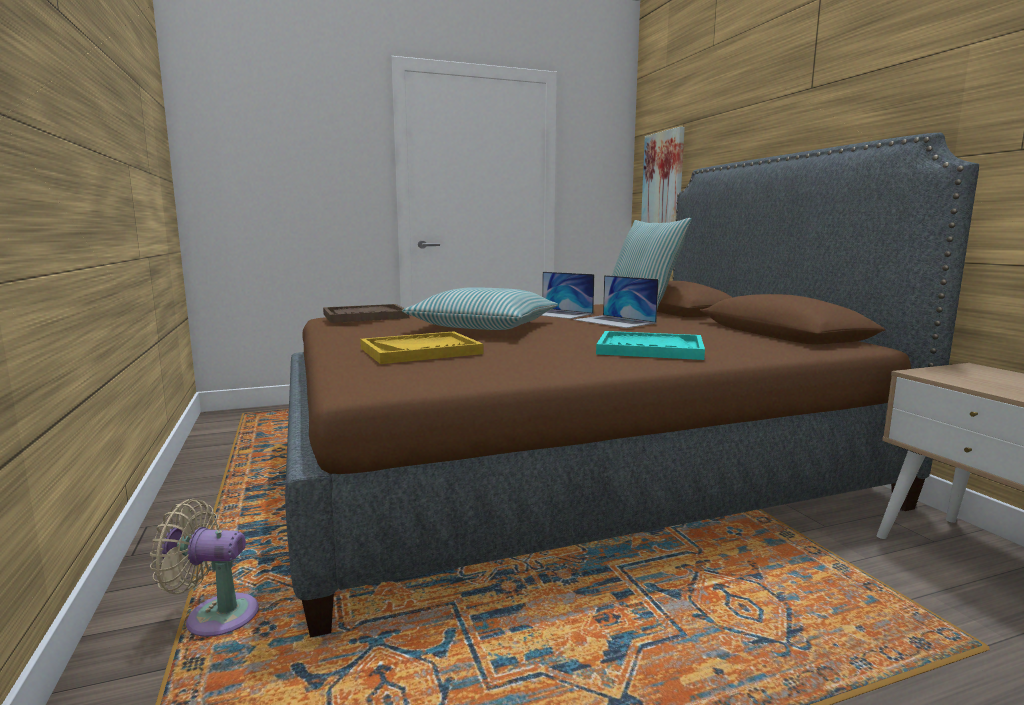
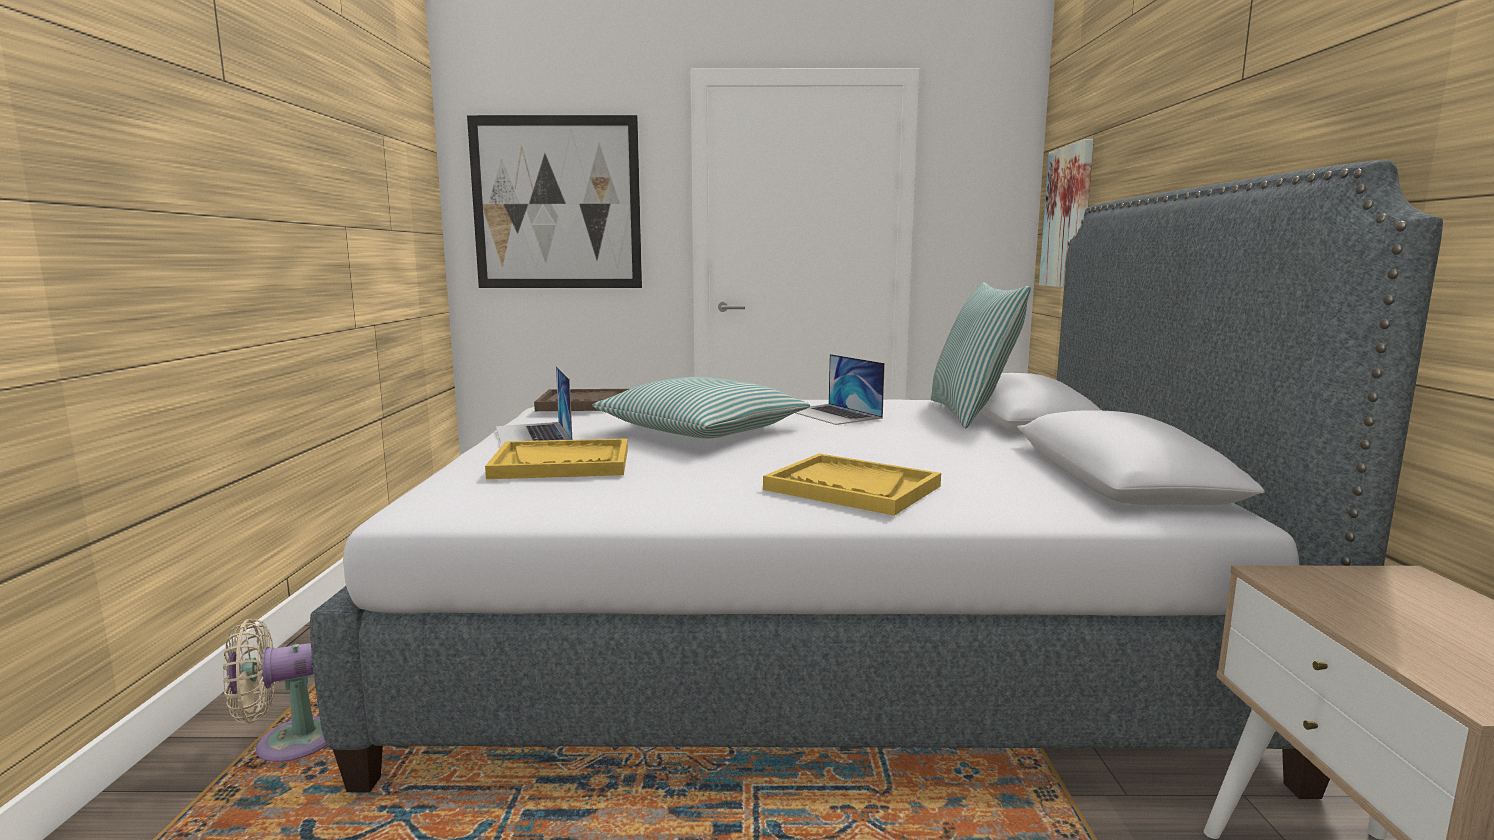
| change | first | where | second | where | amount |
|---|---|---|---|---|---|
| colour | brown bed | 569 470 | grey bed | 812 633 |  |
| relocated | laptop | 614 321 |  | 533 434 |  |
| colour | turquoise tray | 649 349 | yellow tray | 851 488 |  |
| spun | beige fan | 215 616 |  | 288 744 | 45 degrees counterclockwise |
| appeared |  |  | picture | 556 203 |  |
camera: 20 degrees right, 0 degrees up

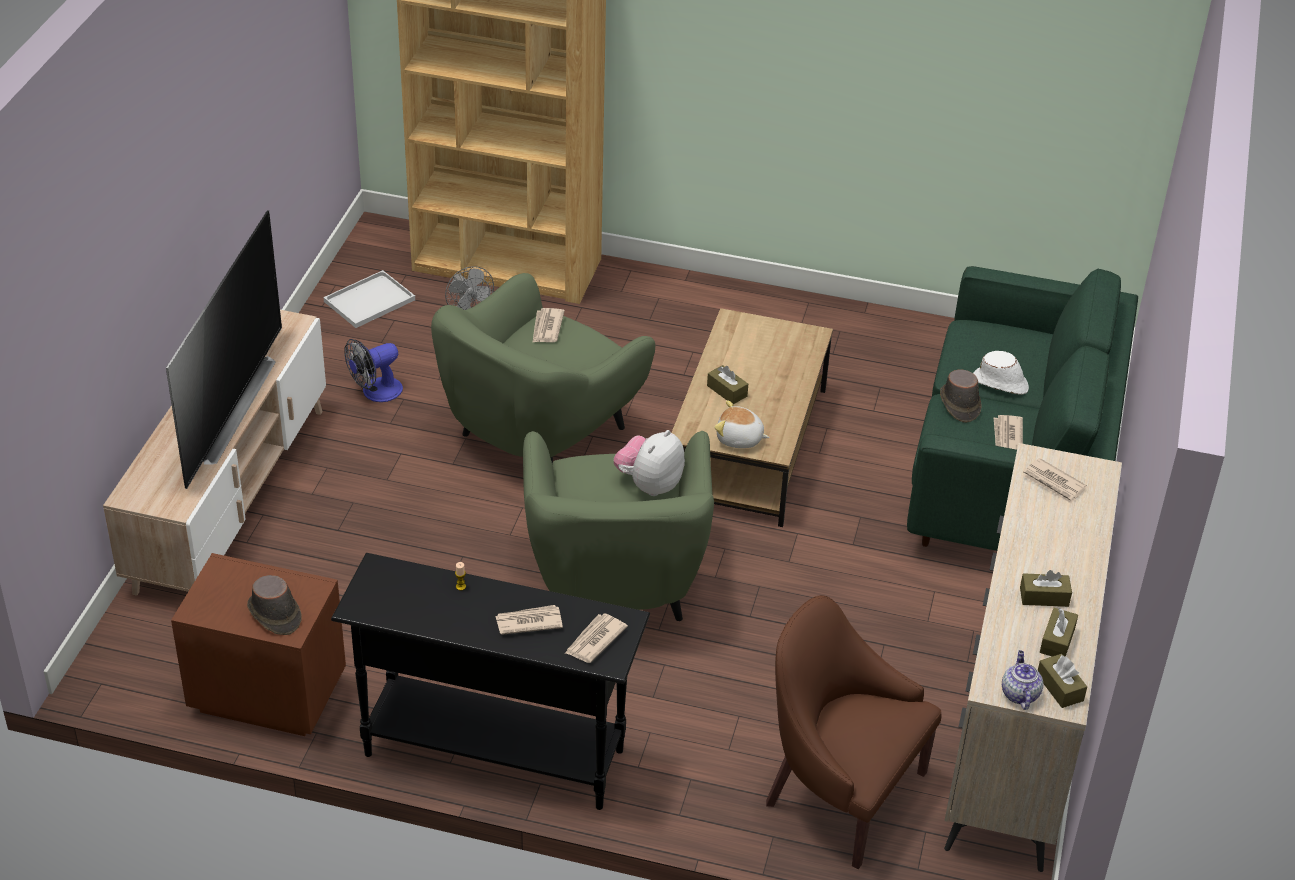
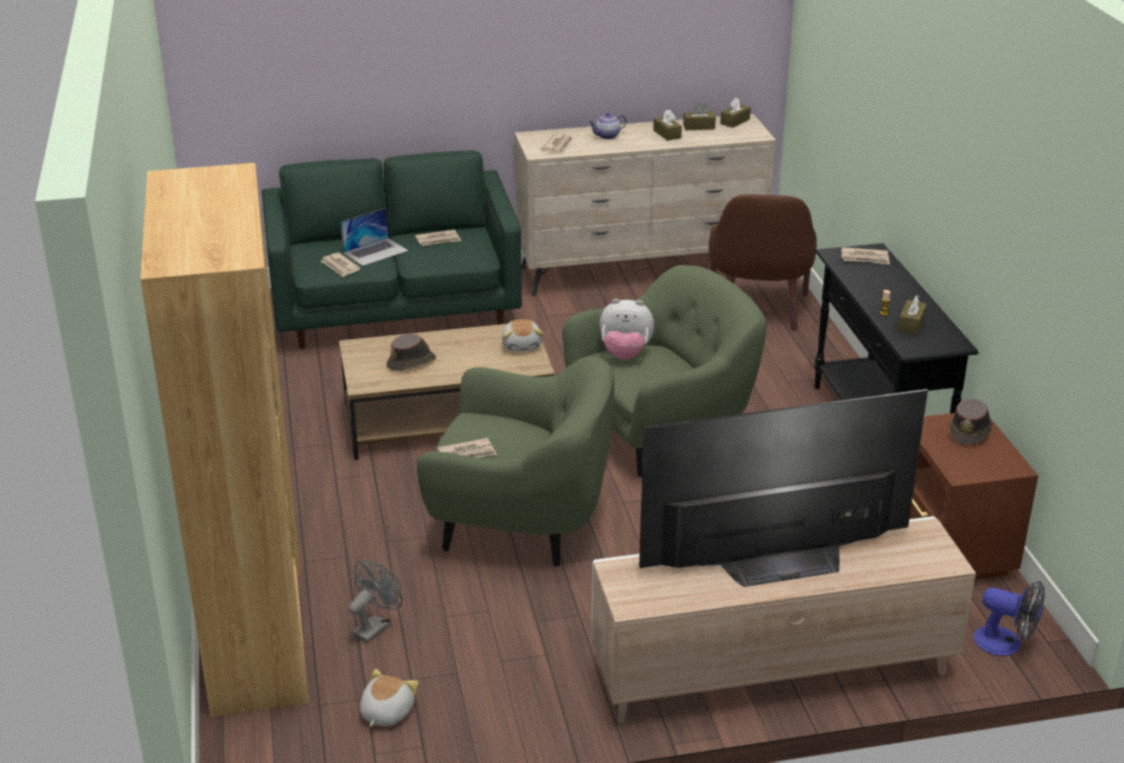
| change | first | where | second | where | amount |
|---|---|---|---|---|---|
| exchanged | white tray | 370 299 | plush toy | 385 713 |  |
| relocated | fan | 375 392 |  | 1006 644 |  |
| exchanged | white hat | 1000 383 | laptop | 375 251 |  |
| relocated | brown tissue box | 727 391 |  | 911 324 |  |
| relocated | brown hat | 959 404 |  | 412 363 |  |
| relocated | newspaper | 528 622 |  | 340 267 |  |
| relocated | teapot | 1019 694 |  | 607 136 |  |
camera: 115 degrees left, 10 degrees down

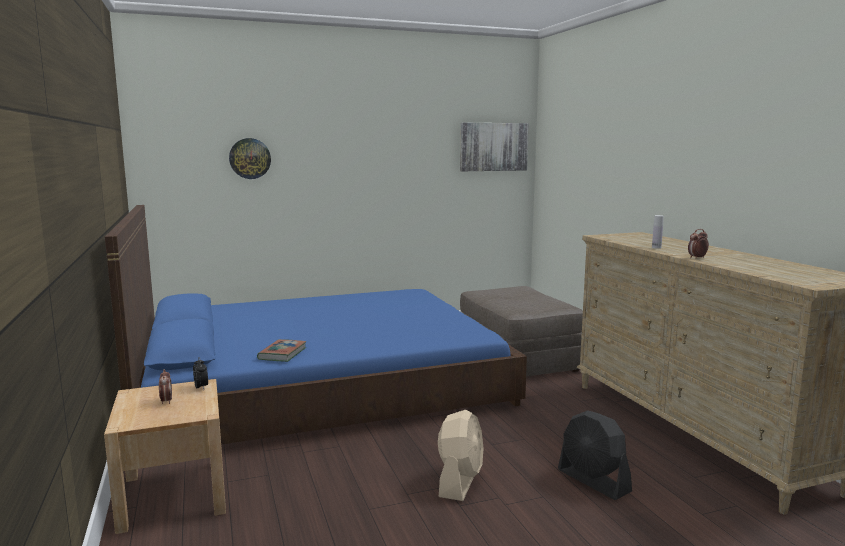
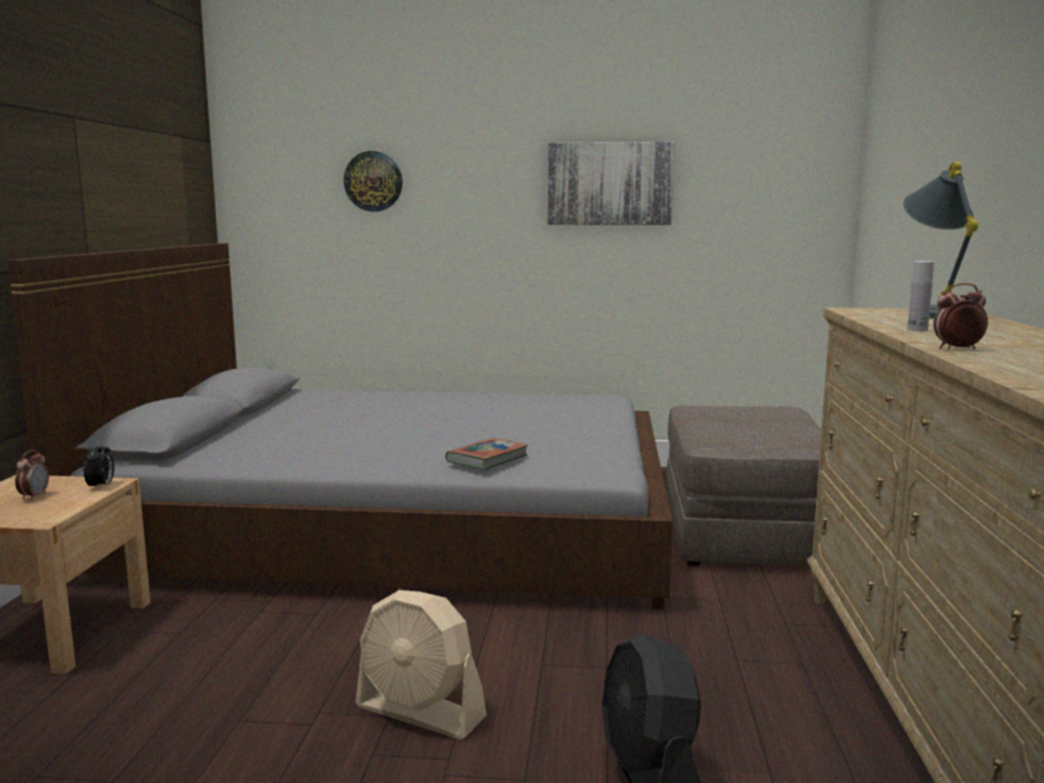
| change | first | where | second | where | amount |
|---|---|---|---|---|---|
| relocated | picture | 493 147 |  | 610 184 |  |
| colour | blue bed | 319 383 | grey bed | 398 519 |  |
| relocated | book | 282 354 |  | 487 459 |  |
| spun | beige fan | 460 481 |  | 420 712 | 75 degrees clockwise |
| appeared |  |  | grey table lamp | 935 314 |  |
camera: 25 degrees right, 0 degrees up

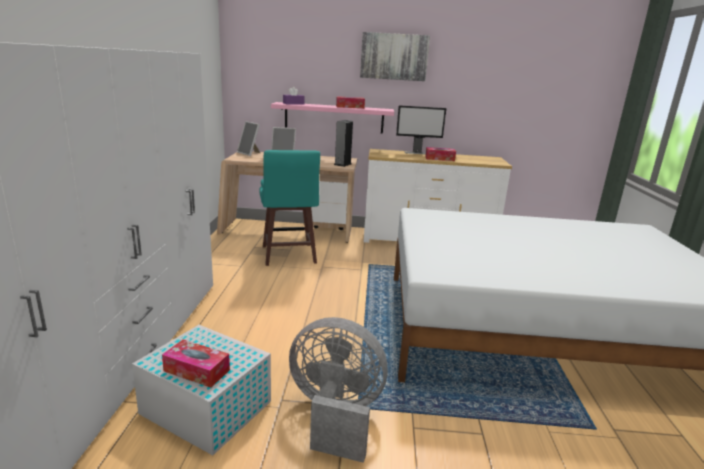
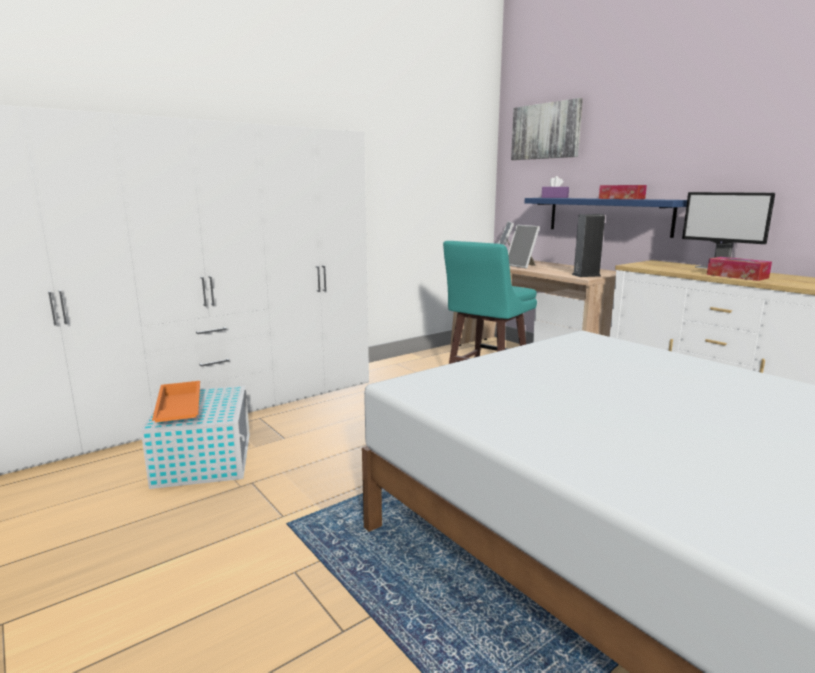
| change | first | where | second | where | amount |
|---|---|---|---|---|---|
| relocated | picture | 394 56 |  | 546 131 |  |
| colour | pink shelf | 334 118 | blue shelf | 608 216 |  |
| missing | grey fan | 335 415 |  |  |  |
| exchanged | tissue box | 197 370 | orange tray | 178 410 |  |
camera: 50 degrees right, 5 degrees down

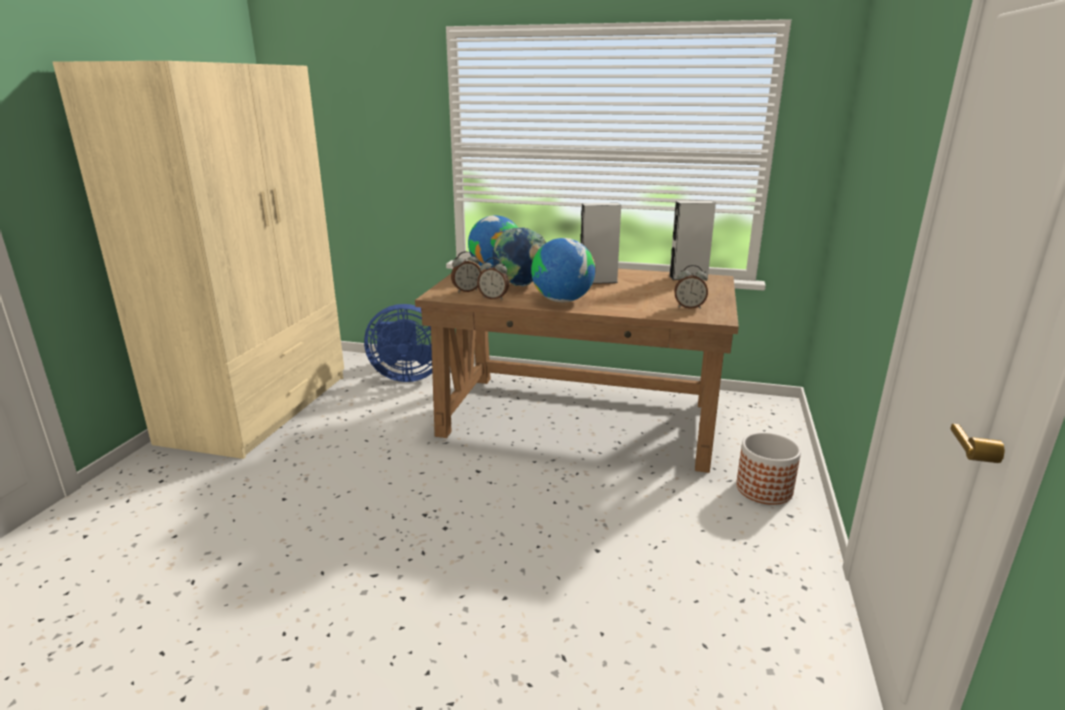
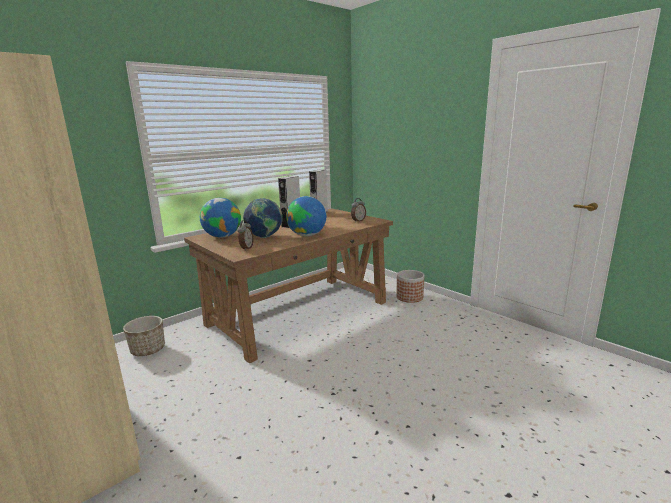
| change | first | where | second | where | amount |
|---|---|---|---|---|---|
| missing | alarm clock | 494 298 |  |  |  |
| exchanged | blue fan | 406 376 | planter | 148 350 |  |
camera: 55 degrees left, 5 degrees down

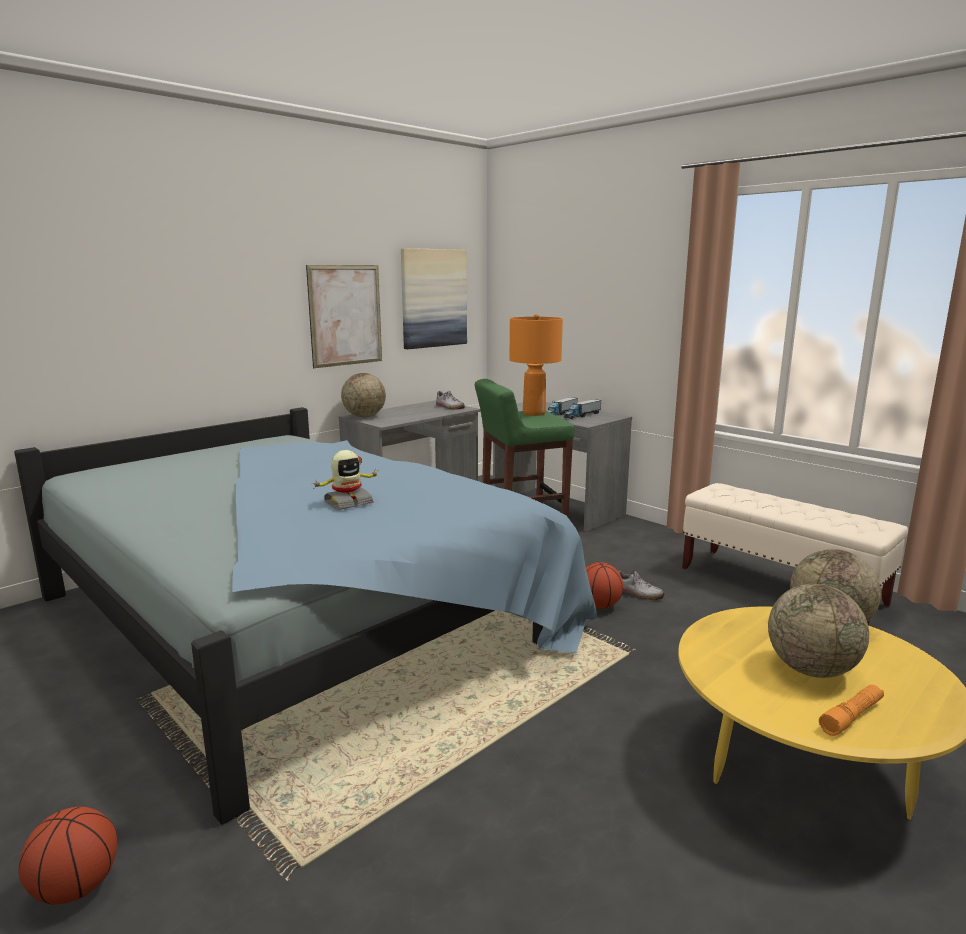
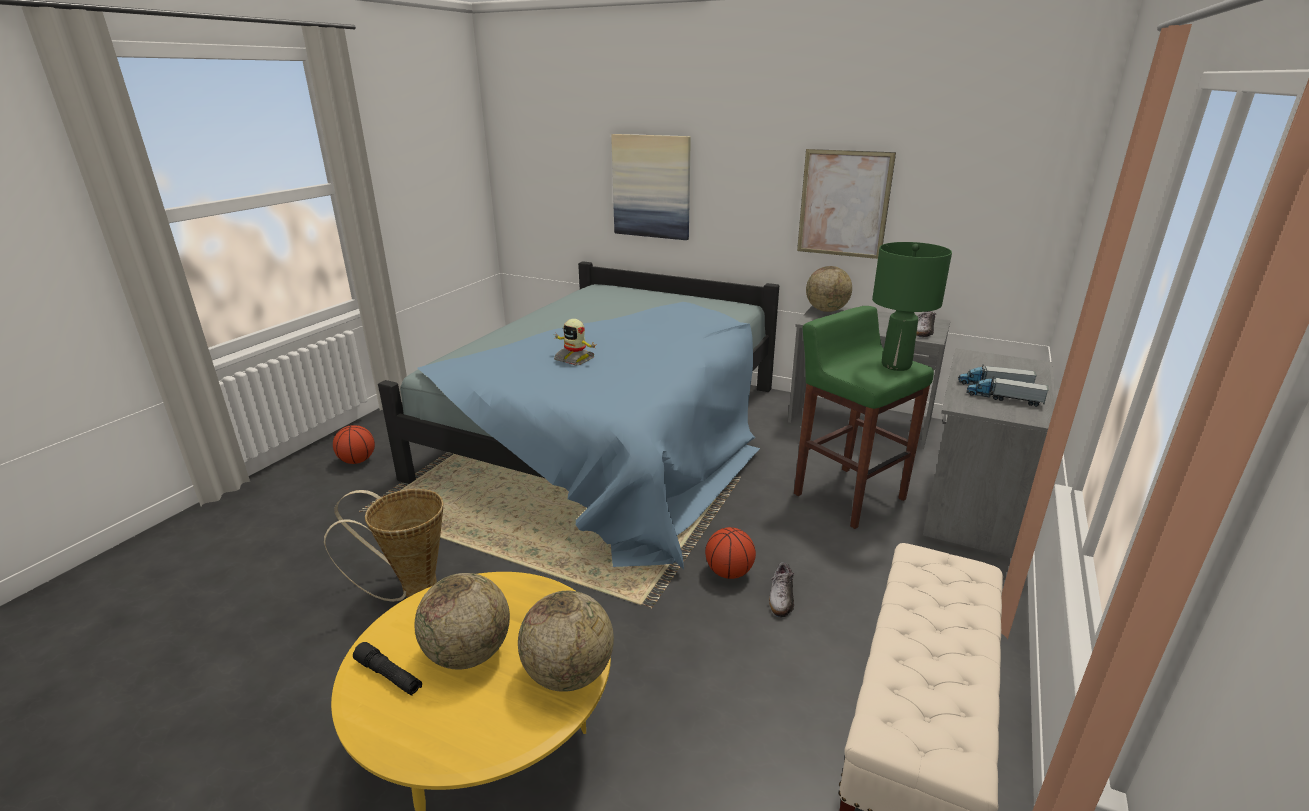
| change | first | where | second | where | amount |
|---|---|---|---|---|---|
| relocated | picture | 433 298 |  | 651 187 |  |
| colour | orange table lamp | 533 413 | green table lamp | 896 365 |  |
| colour | orange flashlight | 851 716 | black flashlight | 389 676 |  |
| appeared |  |  | basket | 411 590 |  |
camera: 70 degrees right, 10 degrees up

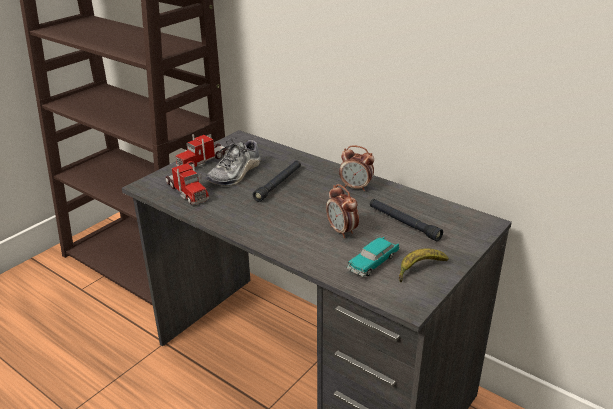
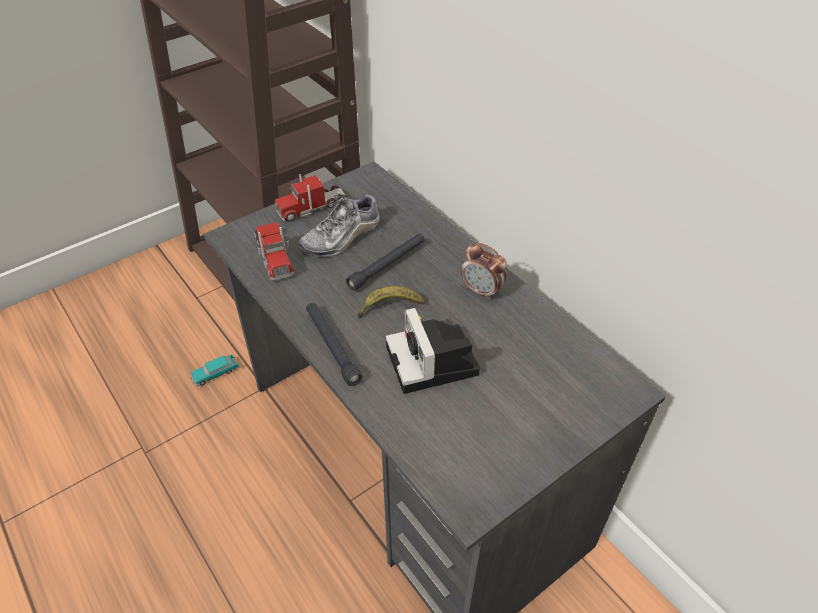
| change | first | where | second | where | amount |
|---|---|---|---|---|---|
| exchanged | alarm clock | 342 231 | photo camera | 434 363 |  |
| relocated | black flashlight | 403 223 |  | 332 346 |  |
| relocated | toy car | 373 262 |  | 215 373 |  |
| relocated | banana | 419 269 |  | 388 307 |  |
camera: 15 degrees right, 15 degrees up

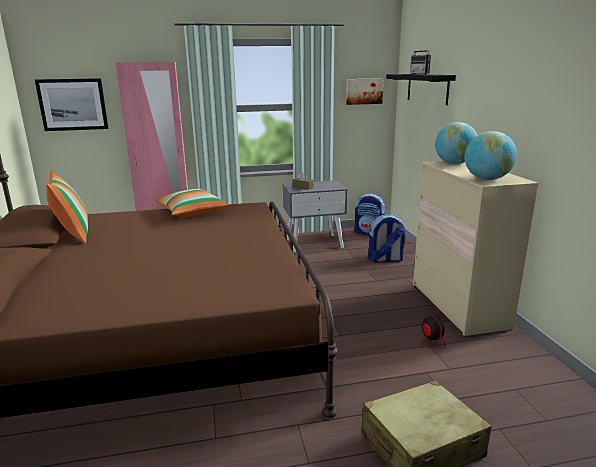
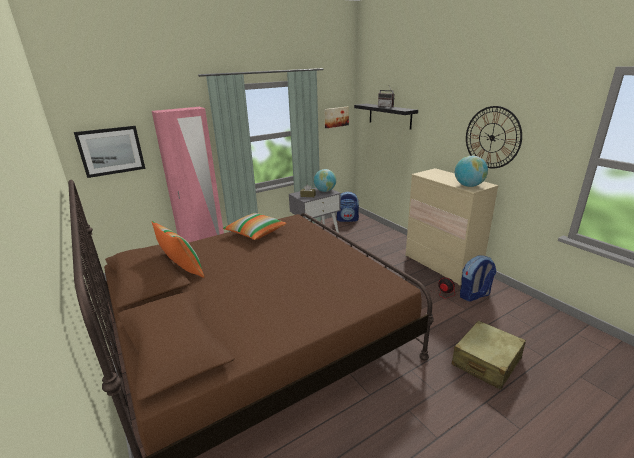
| change | first | where | second | where | amount |
|---|---|---|---|---|---|
| relocated | globe | 454 163 |  | 325 191 |  |
| relocated | backpack | 385 260 |  | 474 295 |  |
| appeared |  |  | wall clock | 492 137 |  |
camera: 20 degrees left, 5 degrees up

